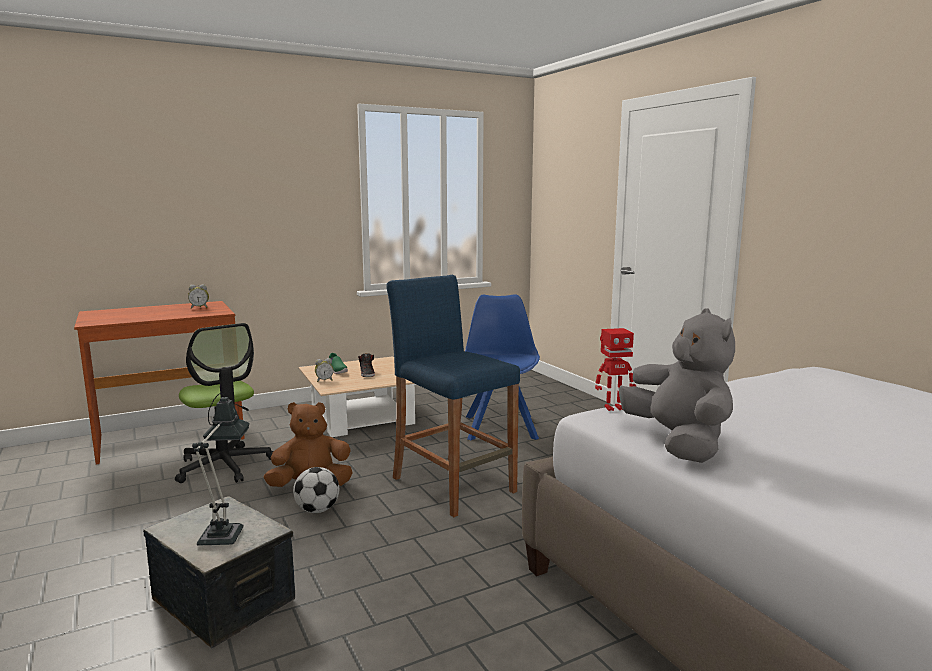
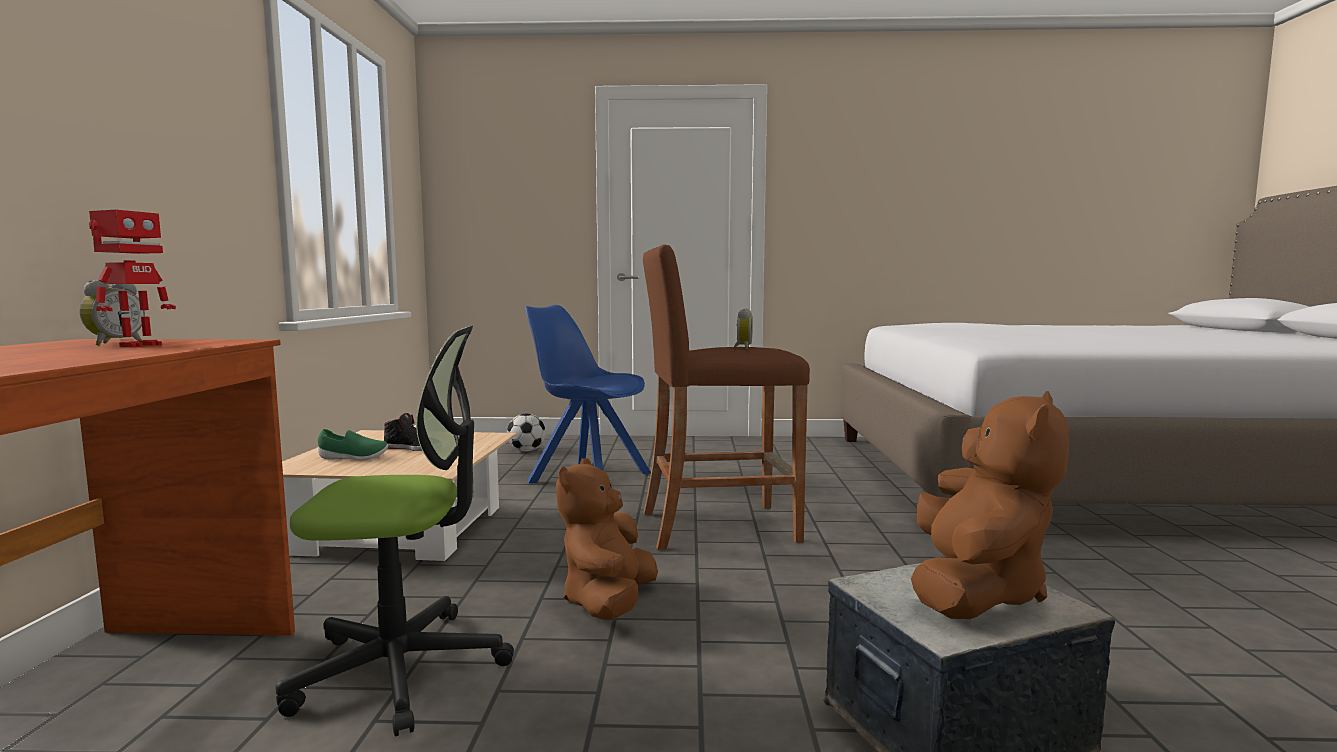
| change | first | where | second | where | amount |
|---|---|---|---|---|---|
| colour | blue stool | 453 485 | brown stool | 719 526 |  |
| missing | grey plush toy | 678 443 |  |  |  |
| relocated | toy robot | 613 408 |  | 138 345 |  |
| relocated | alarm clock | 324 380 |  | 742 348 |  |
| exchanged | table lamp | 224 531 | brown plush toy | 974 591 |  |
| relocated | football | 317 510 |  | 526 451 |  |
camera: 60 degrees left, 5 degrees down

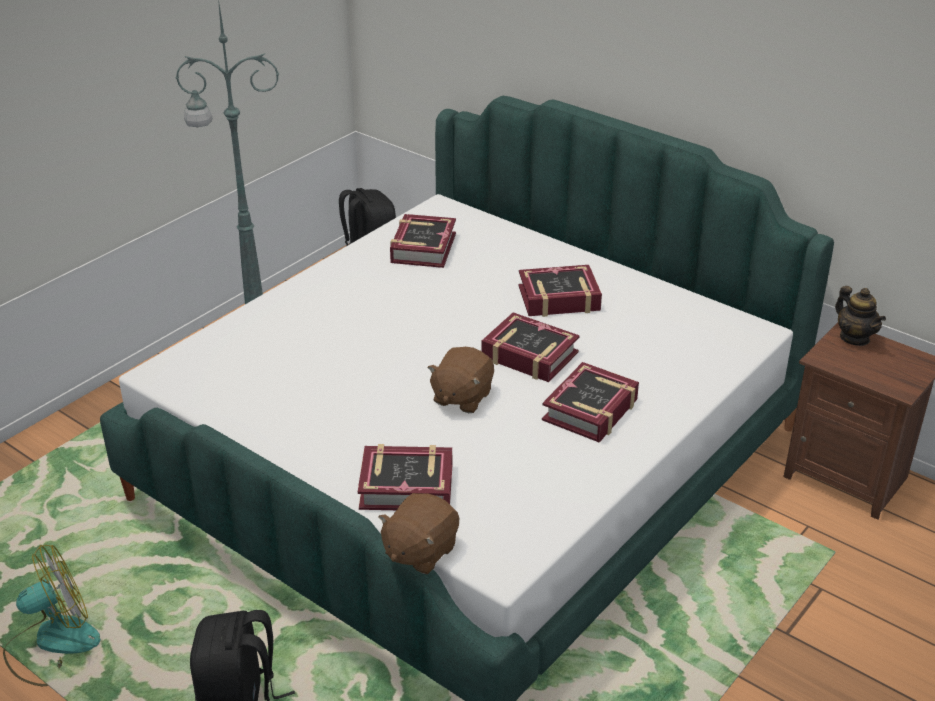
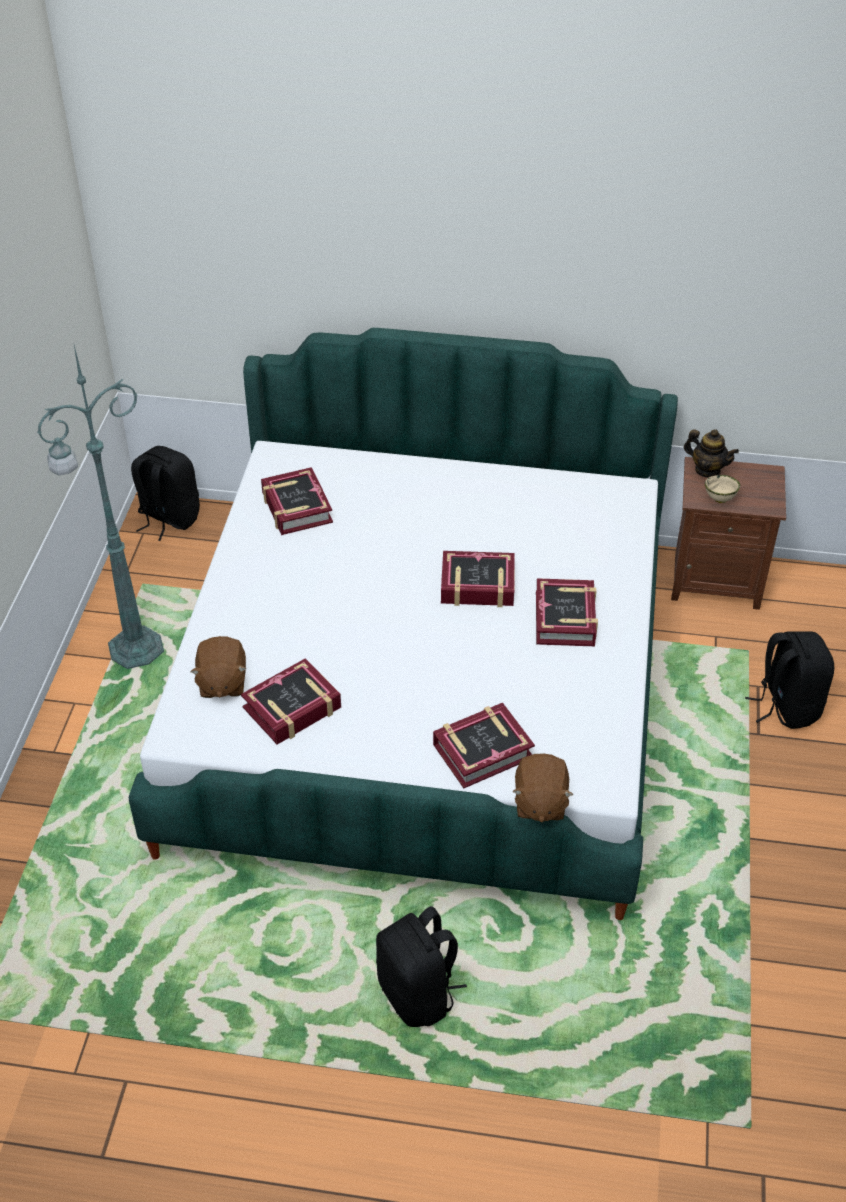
| change | first | where | second | where | amount |
|---|---|---|---|---|---|
| relocated | book | 559 299 |  | 292 708 |  |
| relocated | brown plush toy | 461 397 |  | 221 682 |  |
| missing | fan | 52 643 |  |  |  |
| appeared |  |  | beige bowl | 719 499 |  |
| appeared |  |  | black backpack | 786 706 |  |
camera: 30 degrees left, 10 degrees up

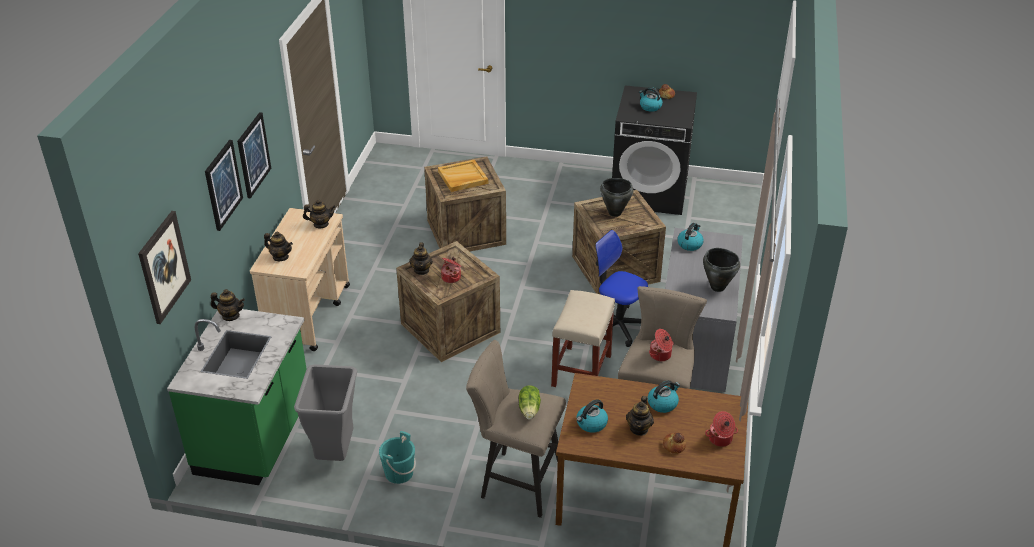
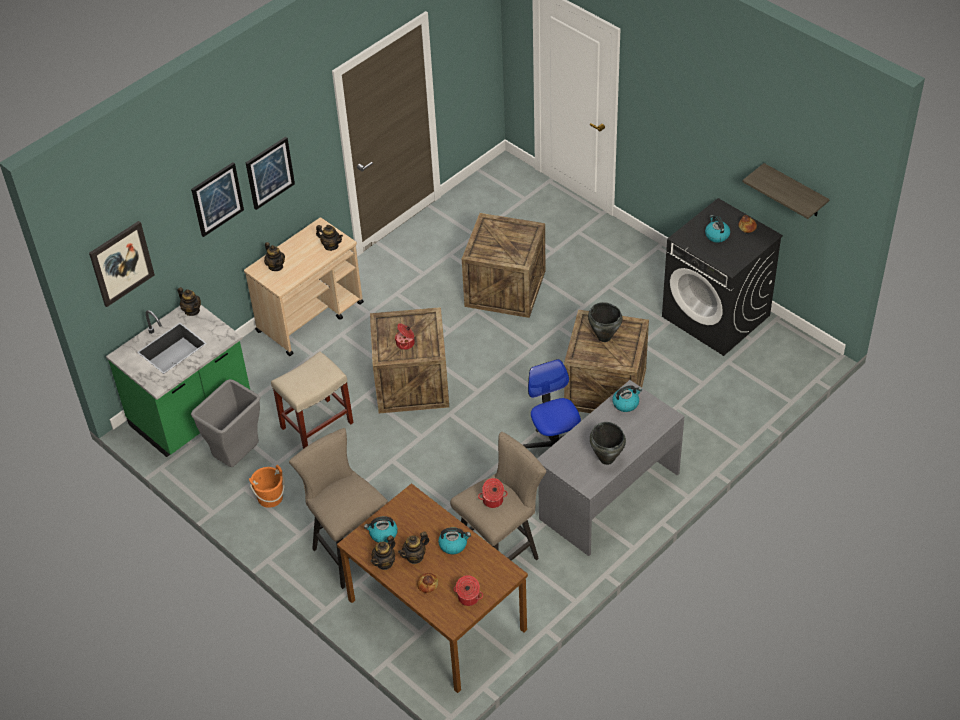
| change | first | where | second | where | amount |
|---|---|---|---|---|---|
| missing | beige tray | 462 178 |  |  |  |
| relocated | teapot | 421 270 |  | 384 562 |  |
| relocated | beige stool | 581 371 |  | 316 426 |  |
| missing | lettuce | 530 409 |  |  |  |
| colour | turquoise bucket | 399 473 | orange bucket | 270 497 |  |
| appeared |  |  | shelf | 794 191 |  |
camera: 35 degrees right, 10 degrees up

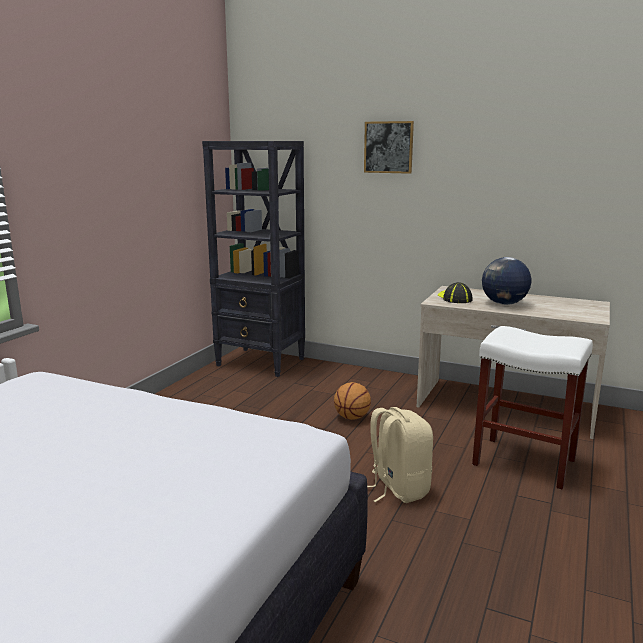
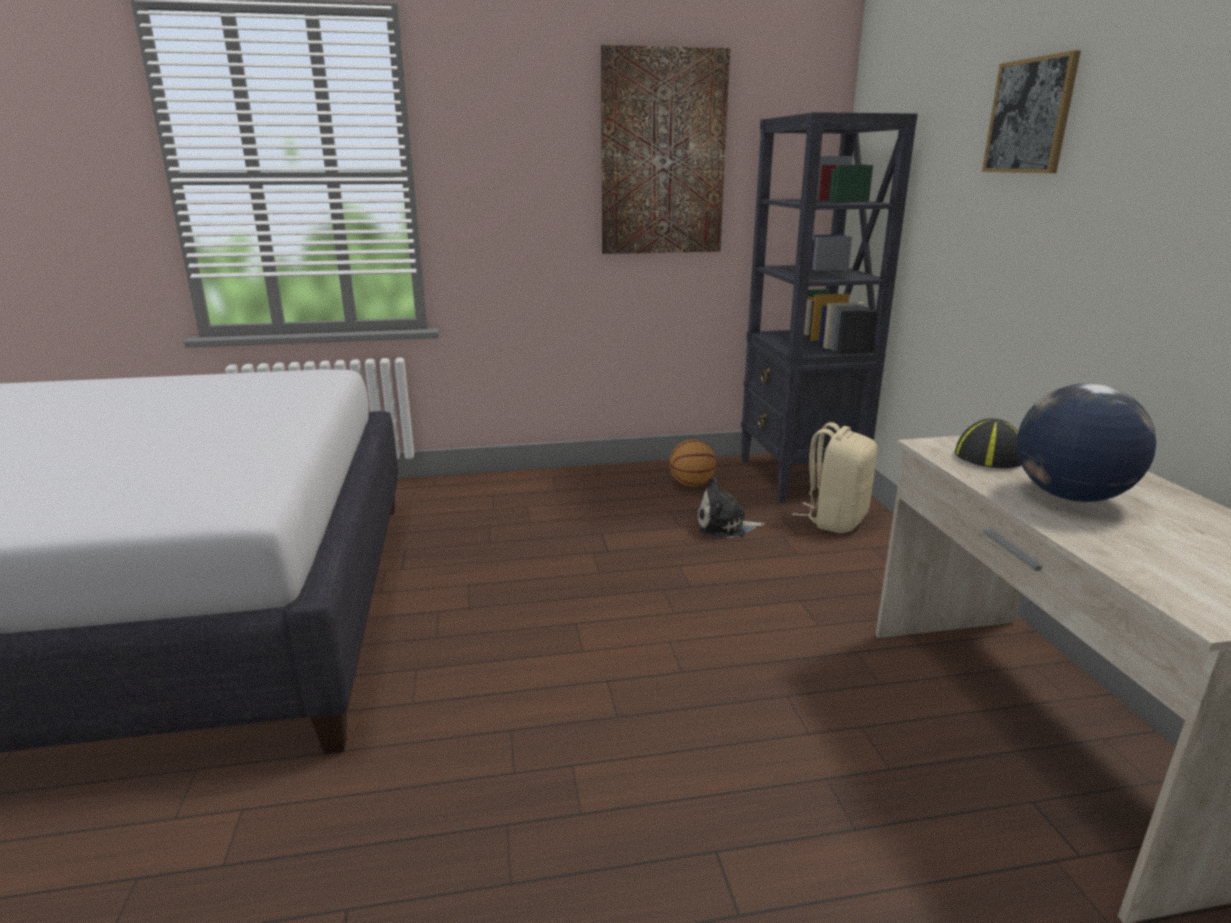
| change | first | where | second | where | amount |
|---|---|---|---|---|---|
| missing | white stool | 522 462 |  |  |  |
| relocated | basketball | 351 417 |  | 692 484 |  |
| relocated | beige backpack | 397 488 |  | 835 520 |  |
| appeared |  |  | picture | 663 154 |  |
| appeared |  |  | plush toy | 725 526 |  |
camera: 55 degrees right, 5 degrees up

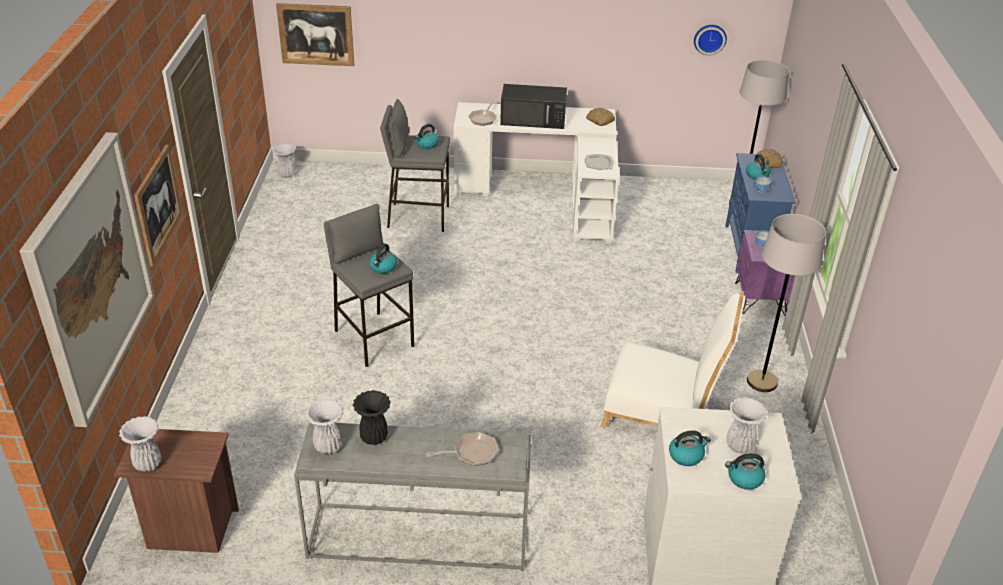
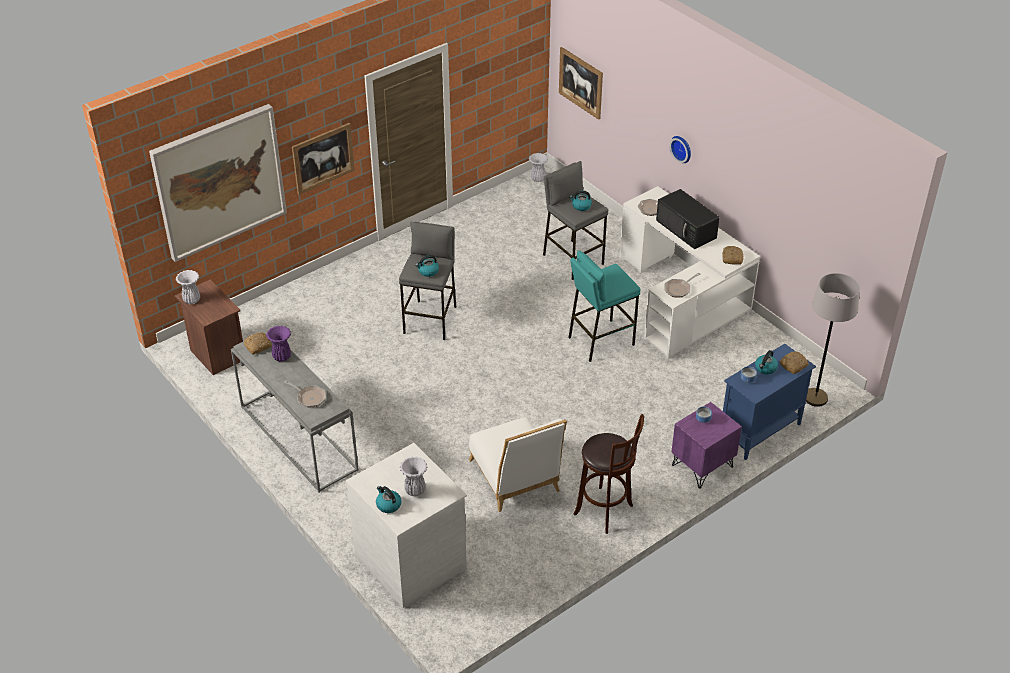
| change | first | where | second | where | amount |
|---|---|---|---|---|---|
| relocated | wall clock | 709 38 |  | 682 148 |  |
| exchanged | plate | 599 163 | frying pan | 679 289 |  |
| exchanged | grey floor lamp | 762 382 | brown stool | 606 511 |  |
| colour | black vase | 374 438 | purple vase | 281 357 |  |
| exchanged | white vase | 327 446 | bread | 258 346 |  |
| missing | kettle | 686 455 |  |  |  |
| appeared |  |  | turquoise stool | 600 340 |  |
camera: 50 degrees right, 5 degrees up

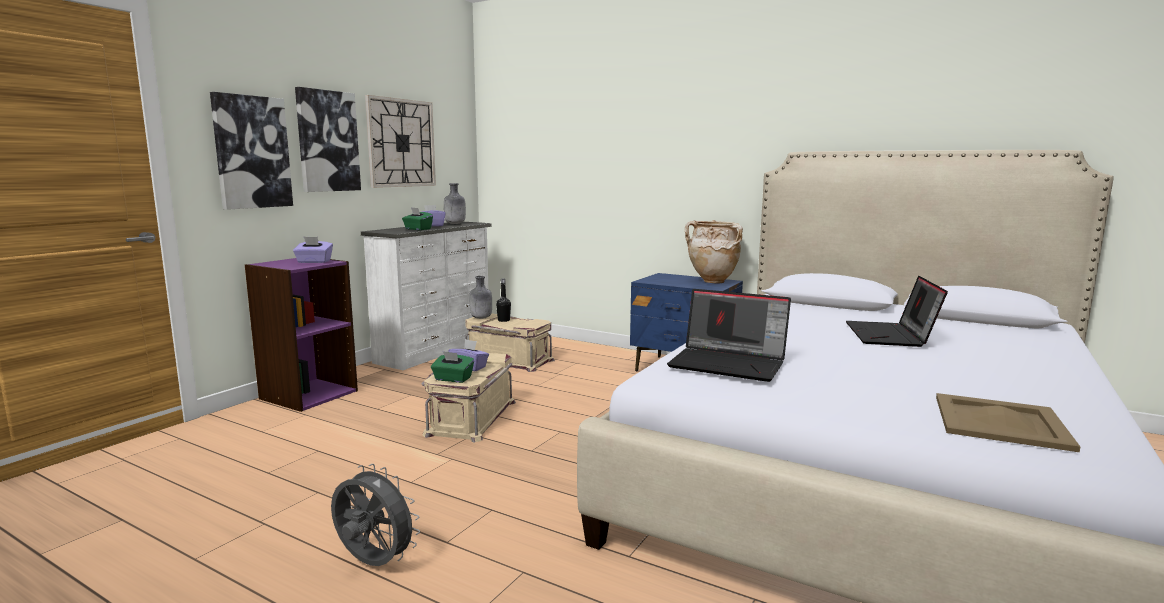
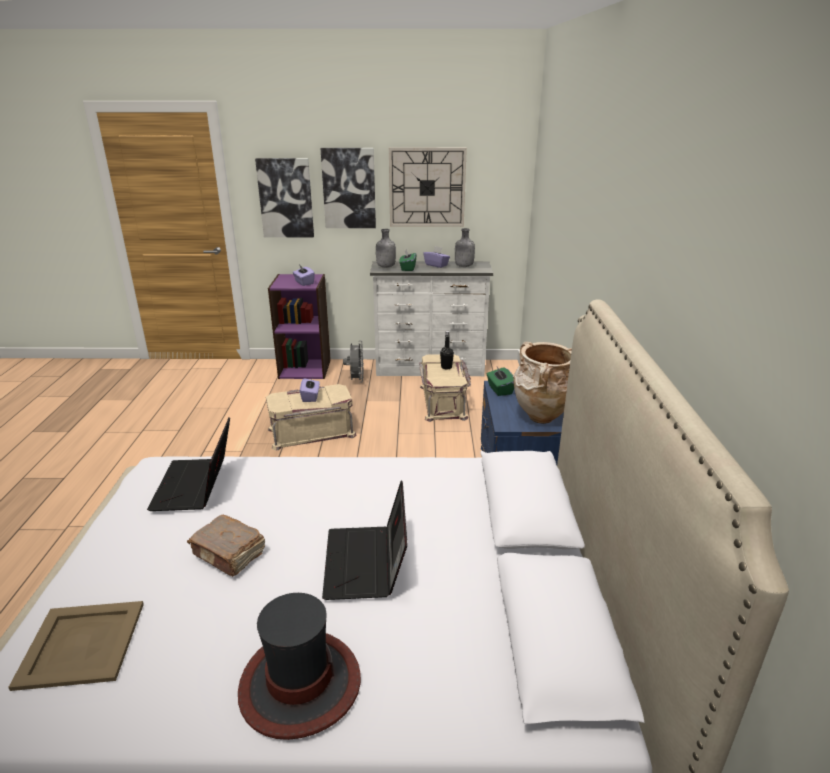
| change | first | where | second | where | amount |
|---|---|---|---|---|---|
| relocated | grey bottle | 481 318 |  | 385 267 |  |
| spun | laptop | 891 336 |  | 367 564 | 75 degrees counterclockwise |
| relocated | green tissue box | 453 379 |  | 499 390 |  |
| relocated | grey fan | 373 564 |  | 356 380 |  |
| appeared |  |  | brown book | 229 554 |  |
| appeared |  |  | hat | 299 684 |  |
camera: 60 degrees right, 15 degrees up

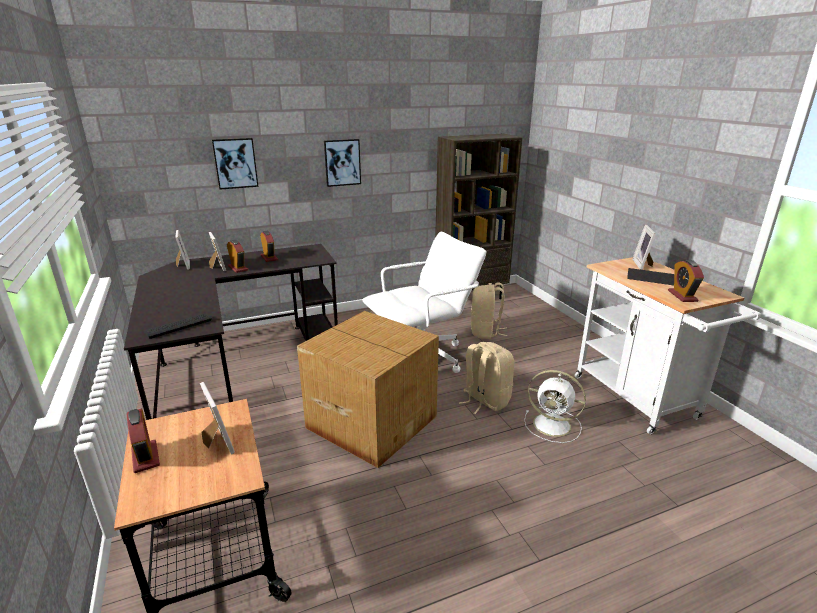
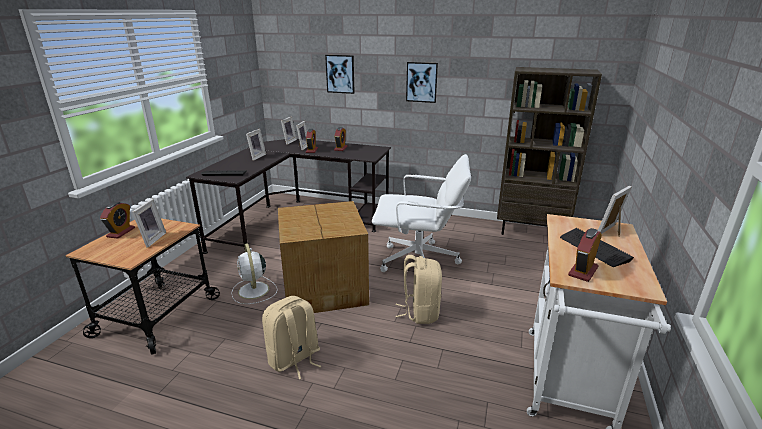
| change | first | where | second | where | amount |
|---|---|---|---|---|---|
| relocated | beige backpack | 485 332 |  | 294 359 |  |
| relocated | white fan | 553 425 |  | 254 291 |  |
| appeared |  |  | picture frame | 256 157 |  |
camera: 40 degrees right, 0 degrees up

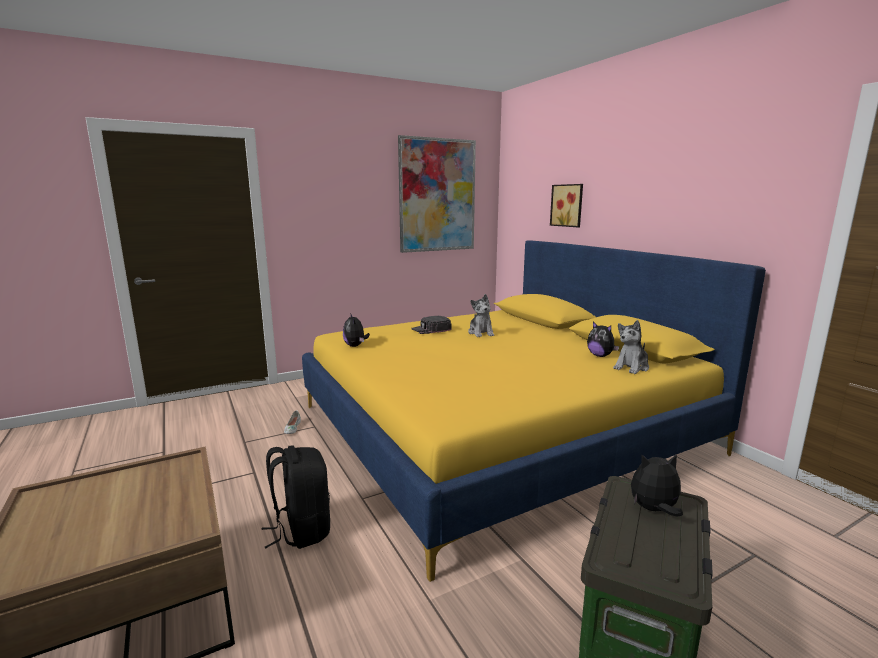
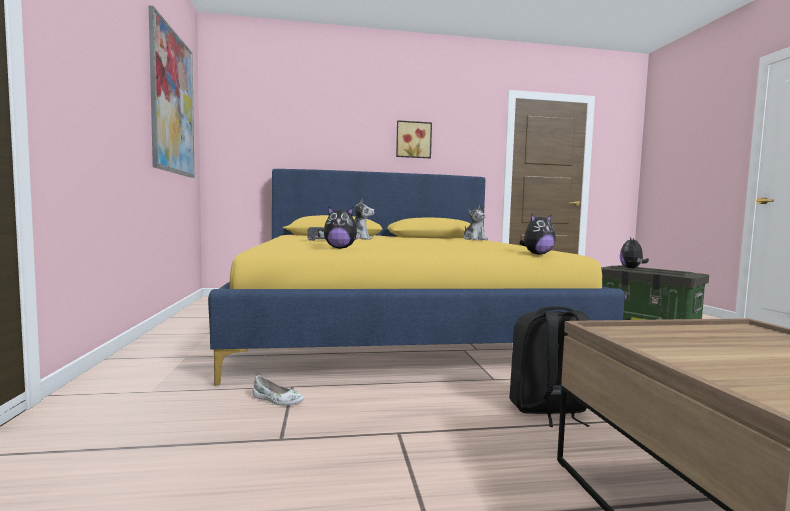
| change | first | where | second | where | amount |
|---|---|---|---|---|---|
| relocated | picture | 568 205 |  | 413 140 |  |
| relocated | plush toy | 600 356 |  | 537 254 |  |
camera: 70 degrees left, 10 degrees down

